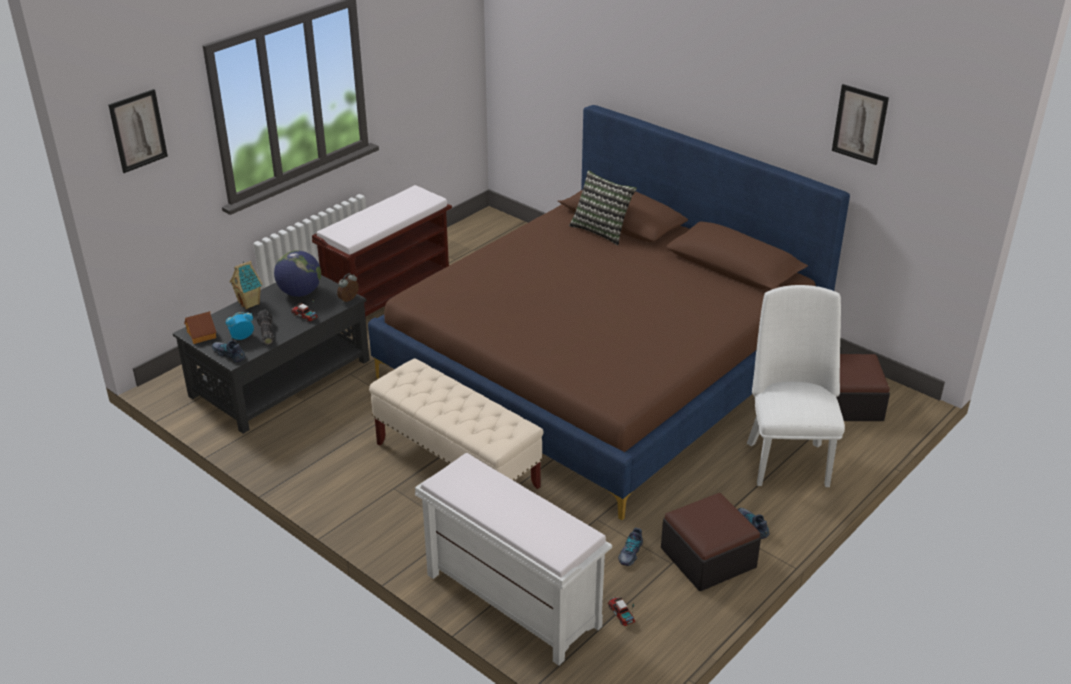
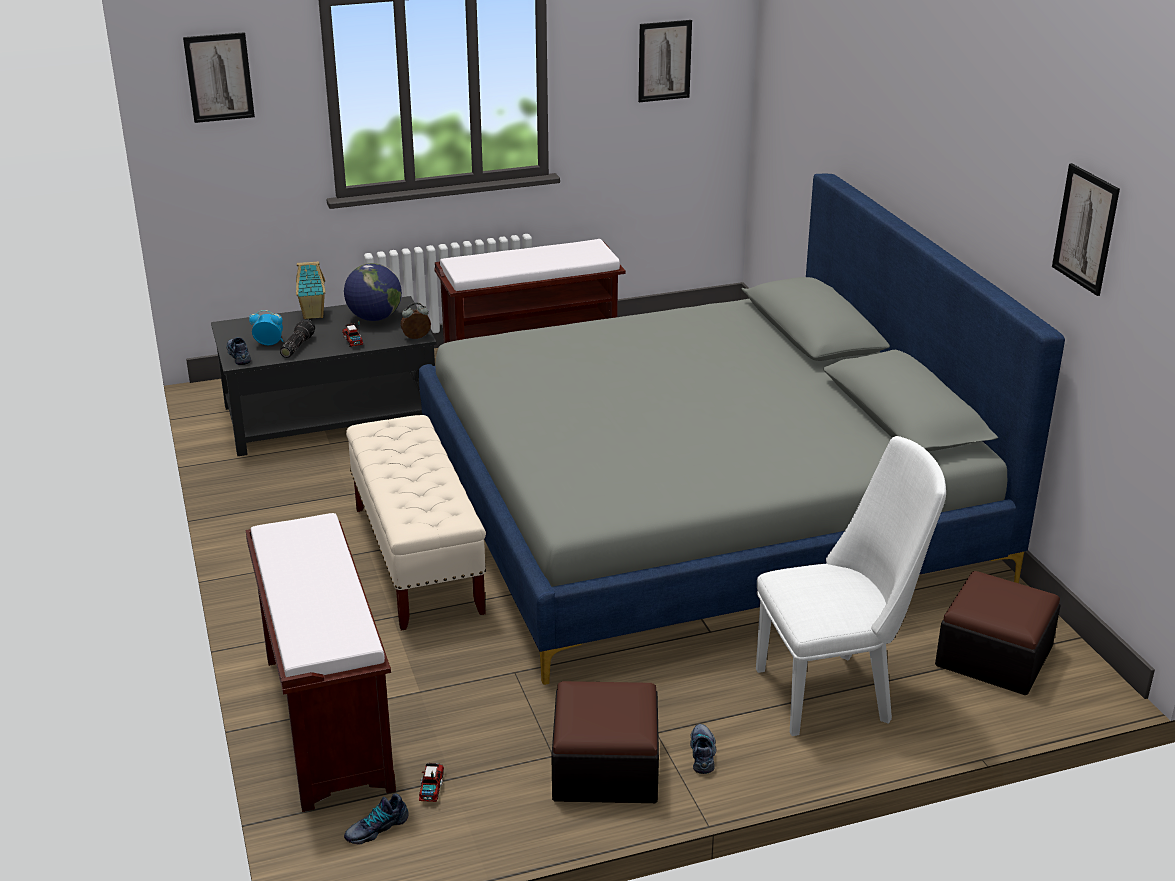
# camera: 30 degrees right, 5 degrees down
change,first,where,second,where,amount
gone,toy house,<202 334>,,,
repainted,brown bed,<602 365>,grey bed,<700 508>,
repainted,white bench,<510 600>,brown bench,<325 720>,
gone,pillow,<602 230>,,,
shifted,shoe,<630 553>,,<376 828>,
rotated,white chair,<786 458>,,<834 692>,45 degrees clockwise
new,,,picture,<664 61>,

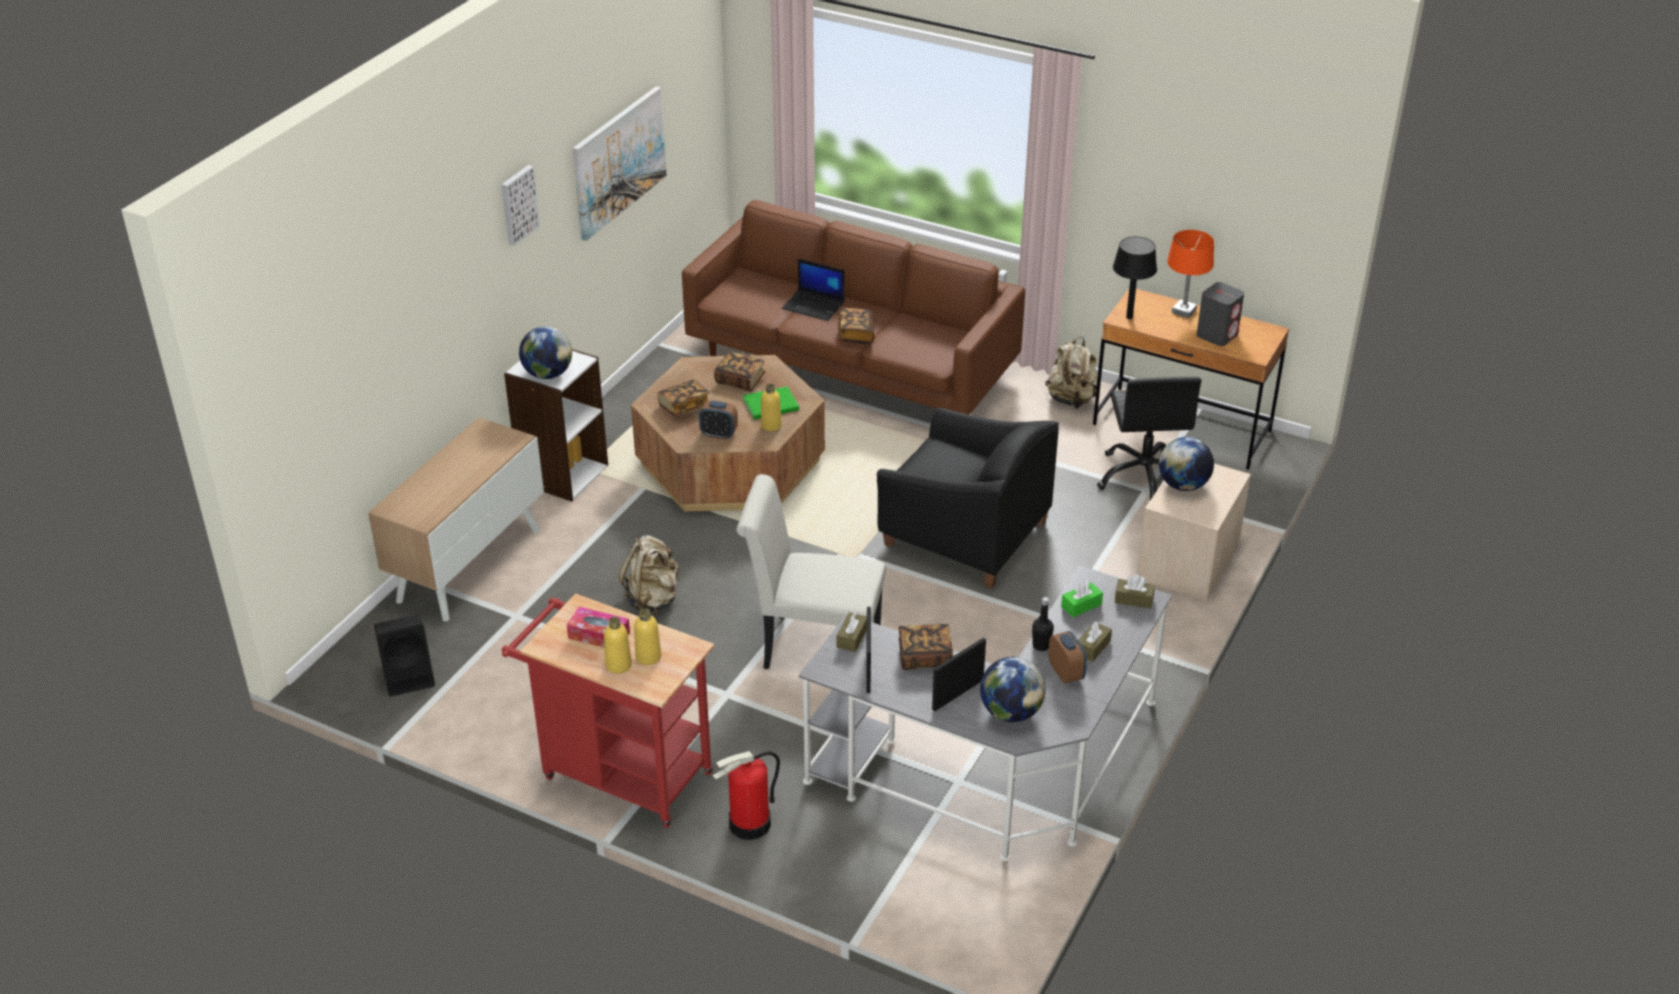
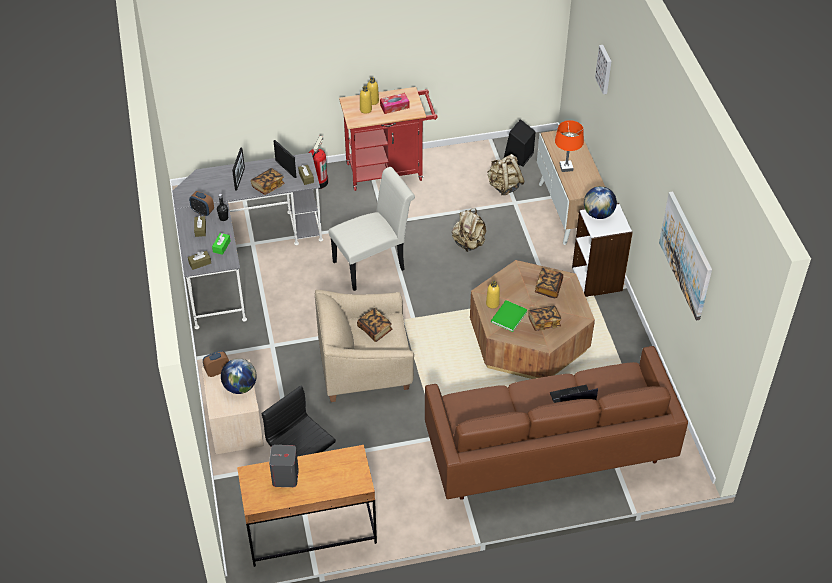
# camera: 140 degrees right, 10 degrees up
change,first,where,second,where,amount
shifted,picture,<518 204>,,<605 69>,
shifted,alarm clock,<719 434>,,<217 371>,
shifted,book,<856 334>,,<375 330>,
repainted,black armchair,<963 536>,beige armchair,<365 367>,
gone,globe,<1011 712>,,,
shifted,beige backpack,<1071 400>,,<504 186>,
gone,black table lamp,<1129 317>,,,
shifted,orange table lamp,<1183 311>,,<566 167>,

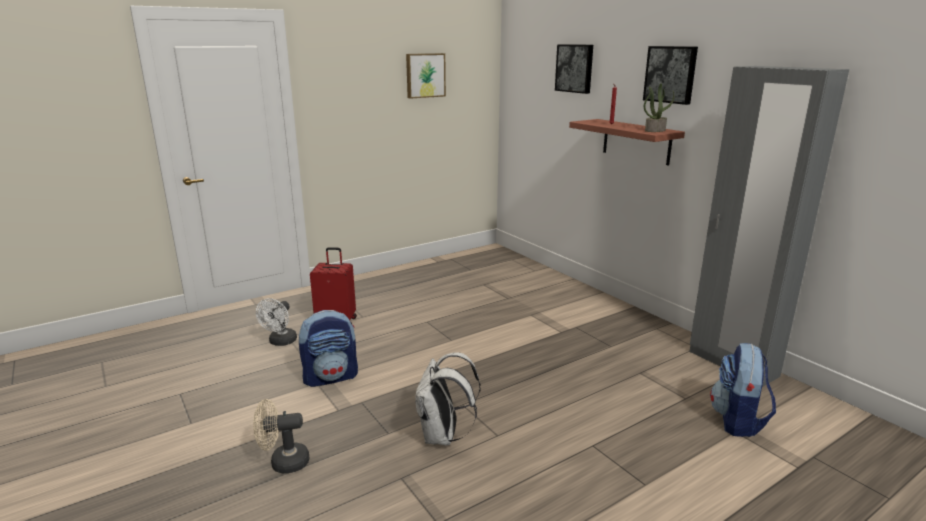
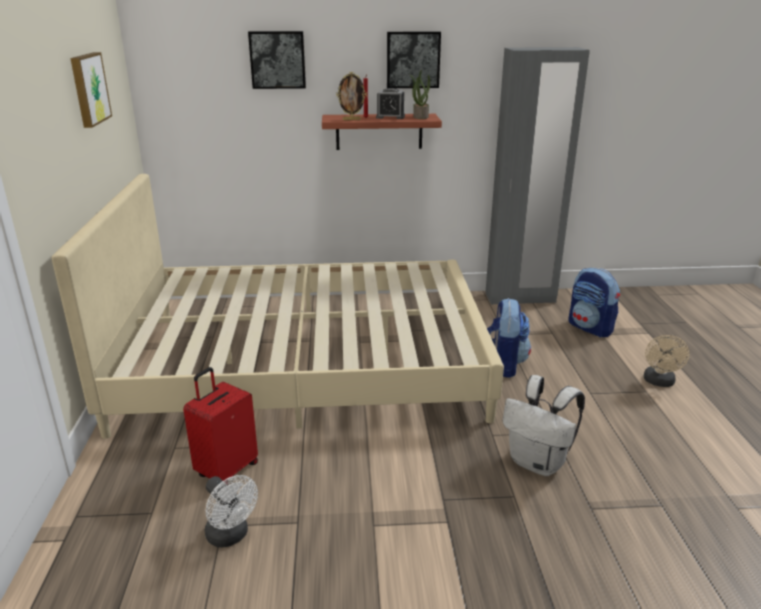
# camera: 60 degrees left, 5 degrees up
change,first,where,second,where,amount
shifted,beige fan,<283 462>,,<659 382>,
shifted,backpack,<331 377>,,<503 364>,
new,,,beige bed,<304 362>,
new,,,picture frame,<351 120>,
new,,,alarm clock,<390 117>,

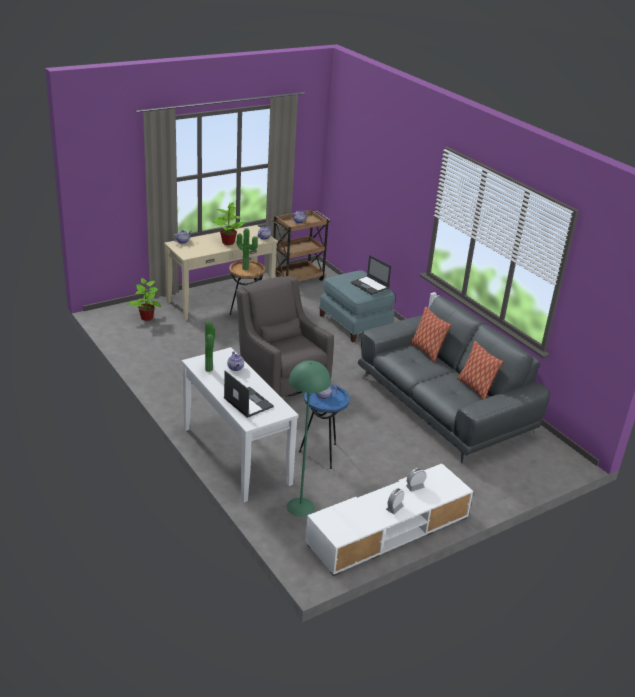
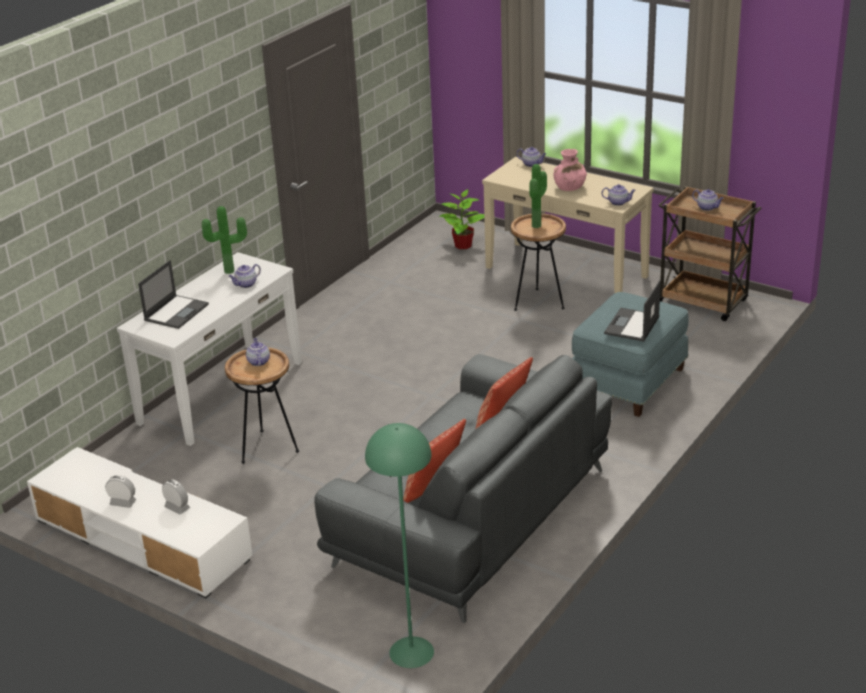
# camera: 70 degrees right, 0 degrees up
change,first,where,second,where,amount
swapped,potted plant,<228 242>,pink vase,<569 187>,
gone,grey armchair,<280 378>,,,
shifted,green floor lamp,<301 507>,,<411 652>,
repainted,blue side table,<321 454>,brown side table,<267 448>,

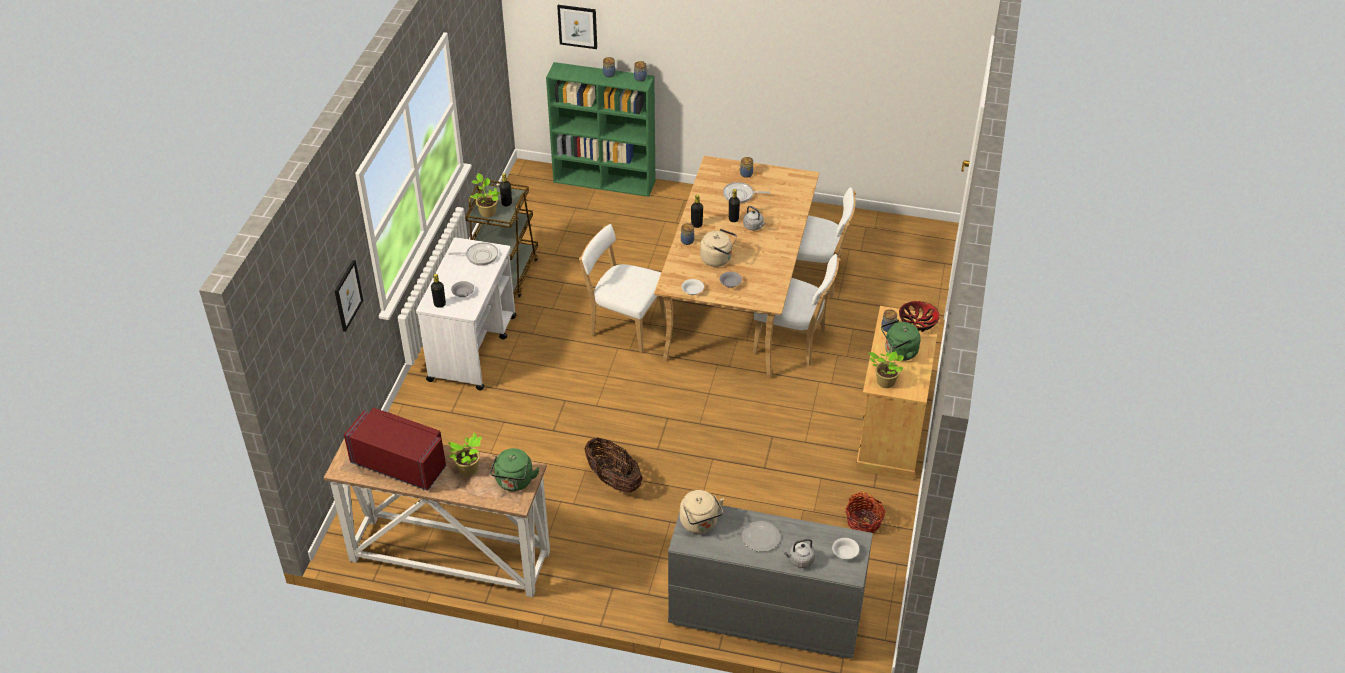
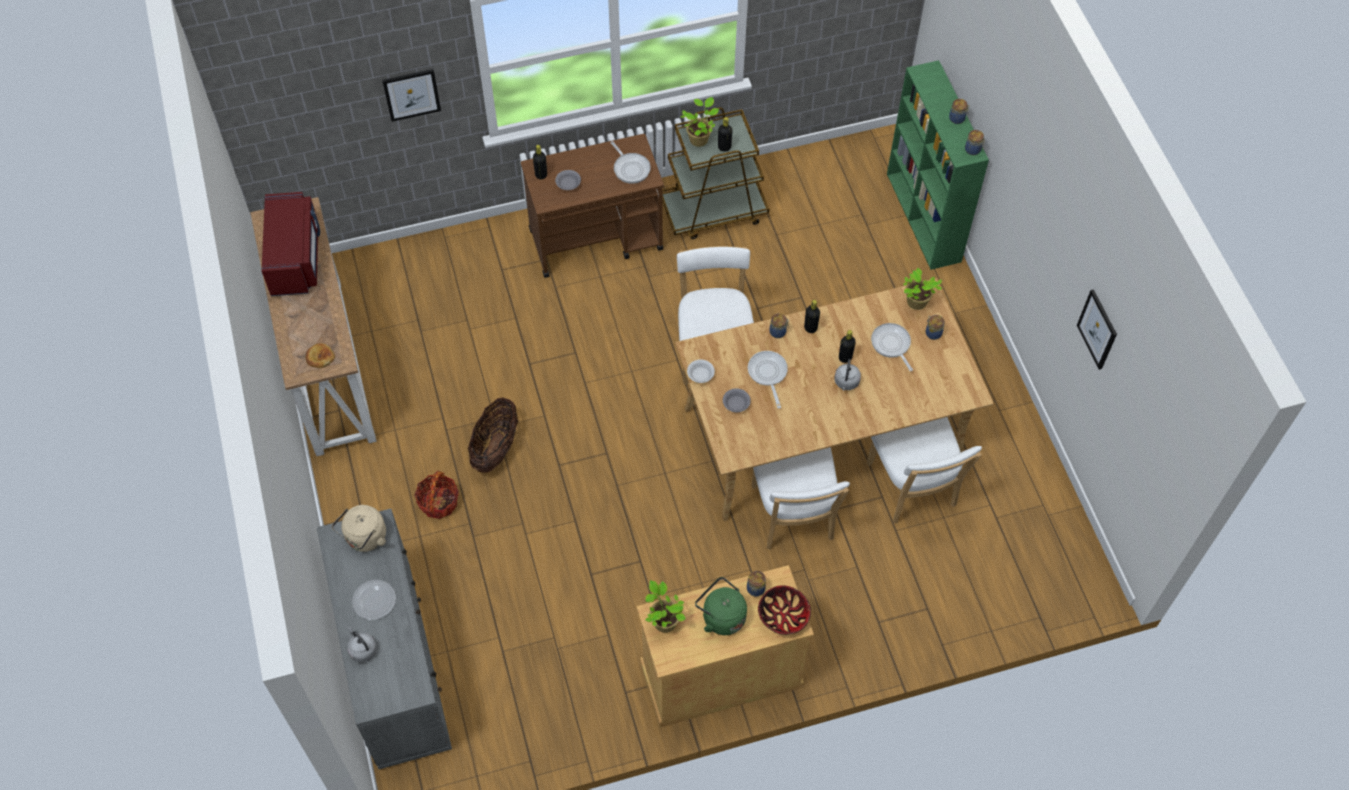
# camera: 60 degrees right, 15 degrees up
change,first,where,second,where,amount
repainted,white cart,<473 347>,brown cart,<597 239>,
shifted,potted plant,<469 469>,,<916 303>,
swapped,green kettle,<514 482>,bread,<320 357>,
shifted,picture,<577 26>,,<1097 329>,
swapped,beige kettle,<718 259>,frying pan,<768 374>,
gone,white bowl,<845 553>,,,
shifted,basket,<864 521>,,<438 502>,

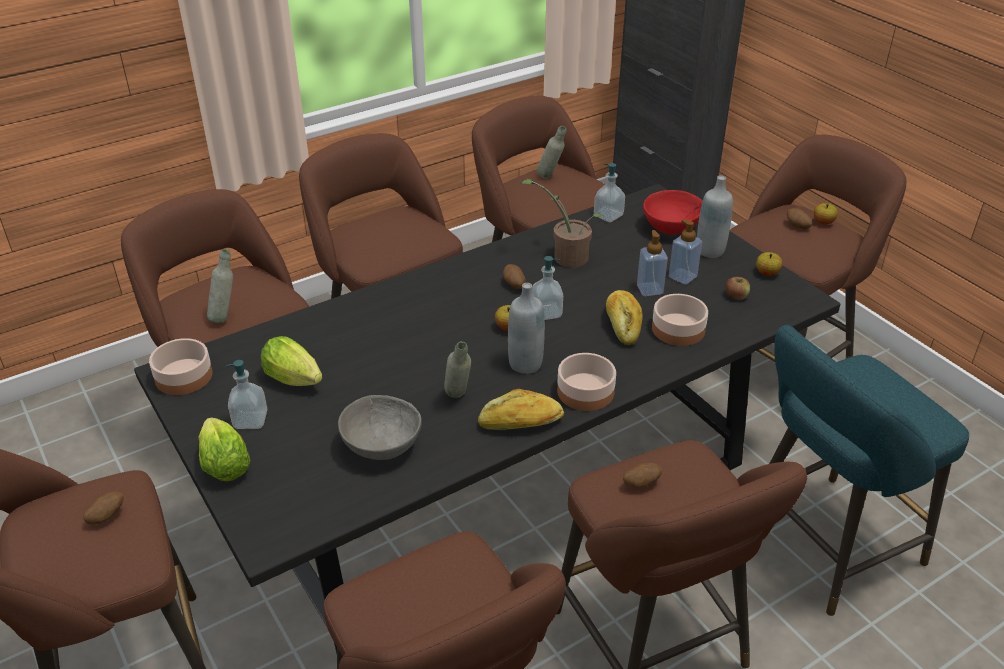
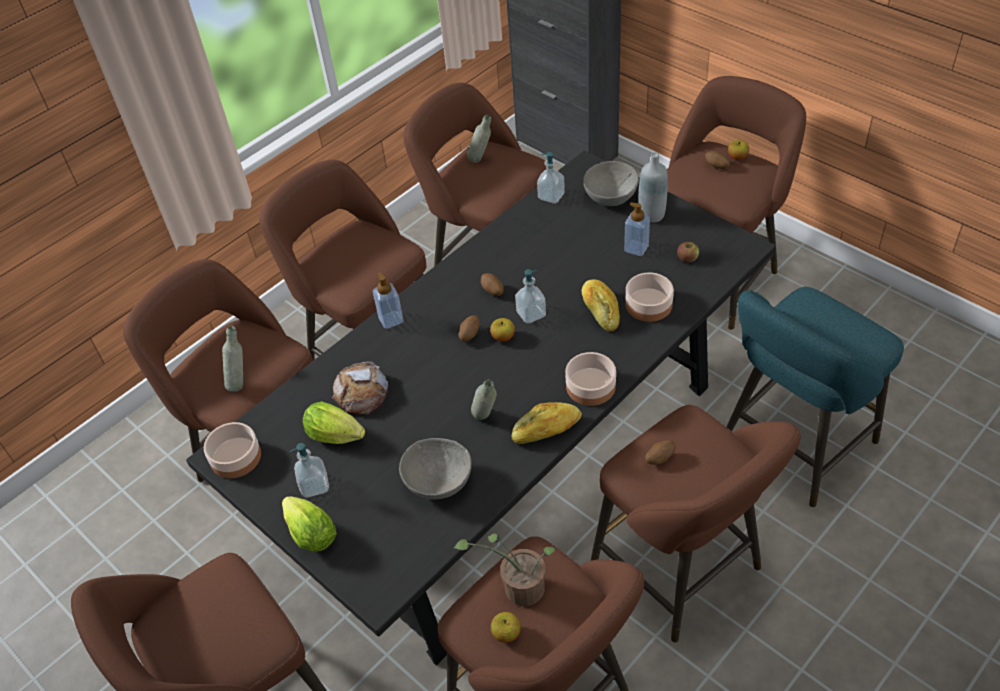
# camera: 10 degrees left, 10 degrees up
change,first,where,second,where,amount
shifted,potato,<107 516>,,<469 335>,
gone,grey bottle,<525 364>,,,
shifted,potted plant,<565 256>,,<518 587>,
shifted,soap dispenser,<649 289>,,<391 320>,
repainted,red bowl,<671 227>,grey bowl,<611 197>,
shifted,apple,<767 273>,,<506 633>,
new,,,bread,<361 393>,

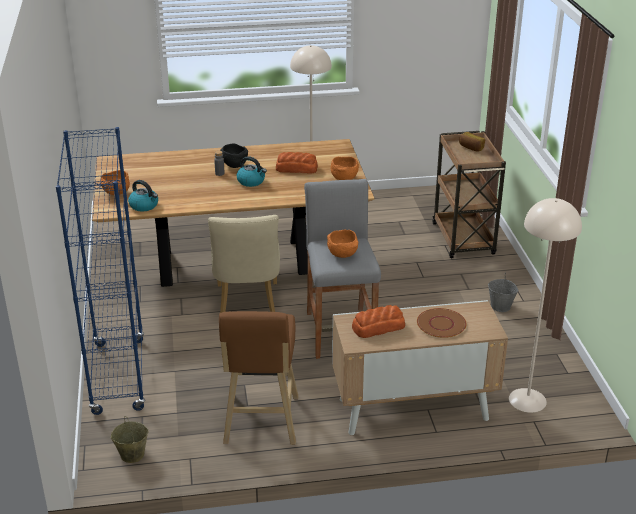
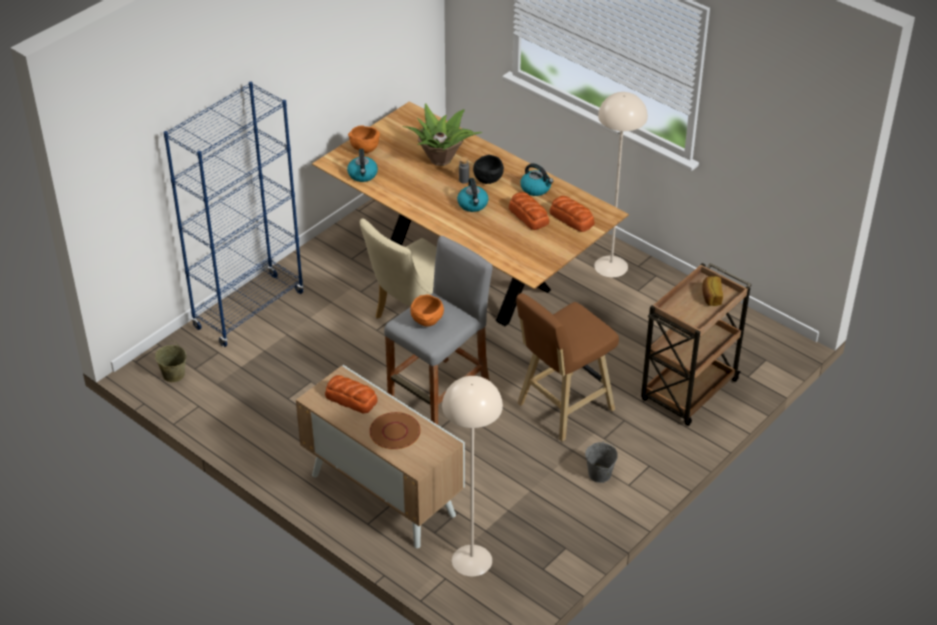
# camera: 50 degrees right, 10 degrees up
change,first,where,second,where,amount
shifted,brown stool,<261 423>,,<562 409>,
gone,orange bowl,<344 178>,,,
new,,,potted plant,<441 159>,
new,,,kettle,<536 189>,
new,,,bread,<572 219>,

